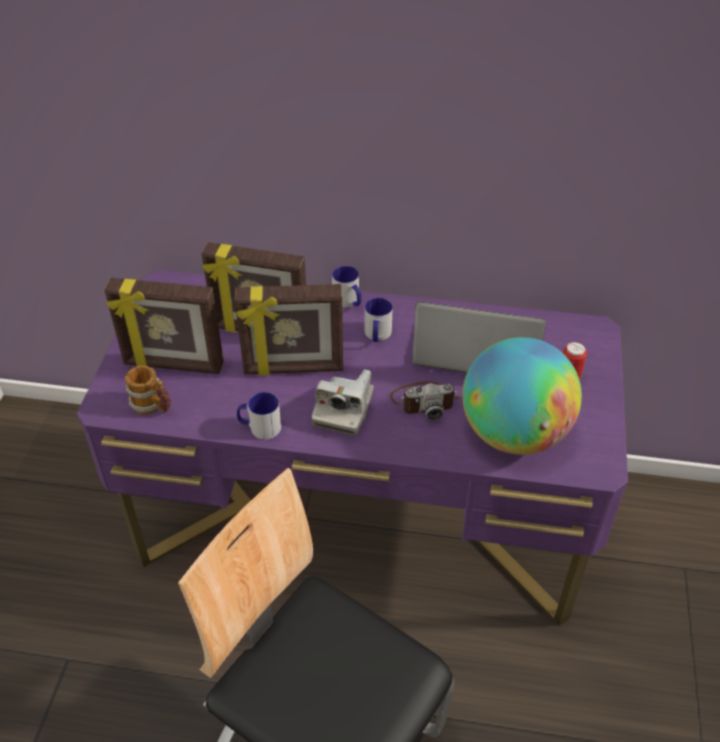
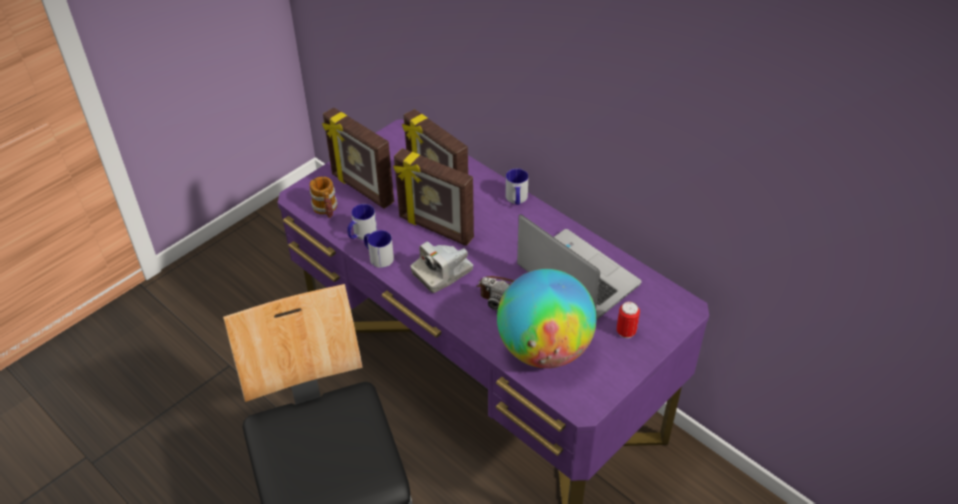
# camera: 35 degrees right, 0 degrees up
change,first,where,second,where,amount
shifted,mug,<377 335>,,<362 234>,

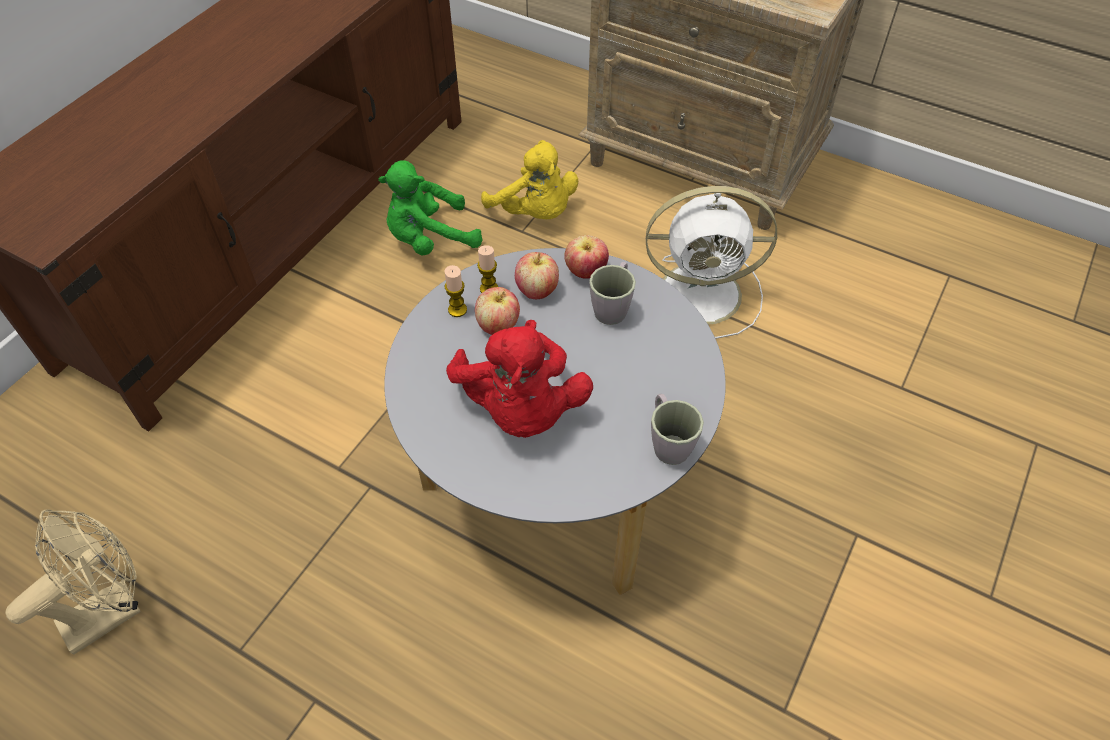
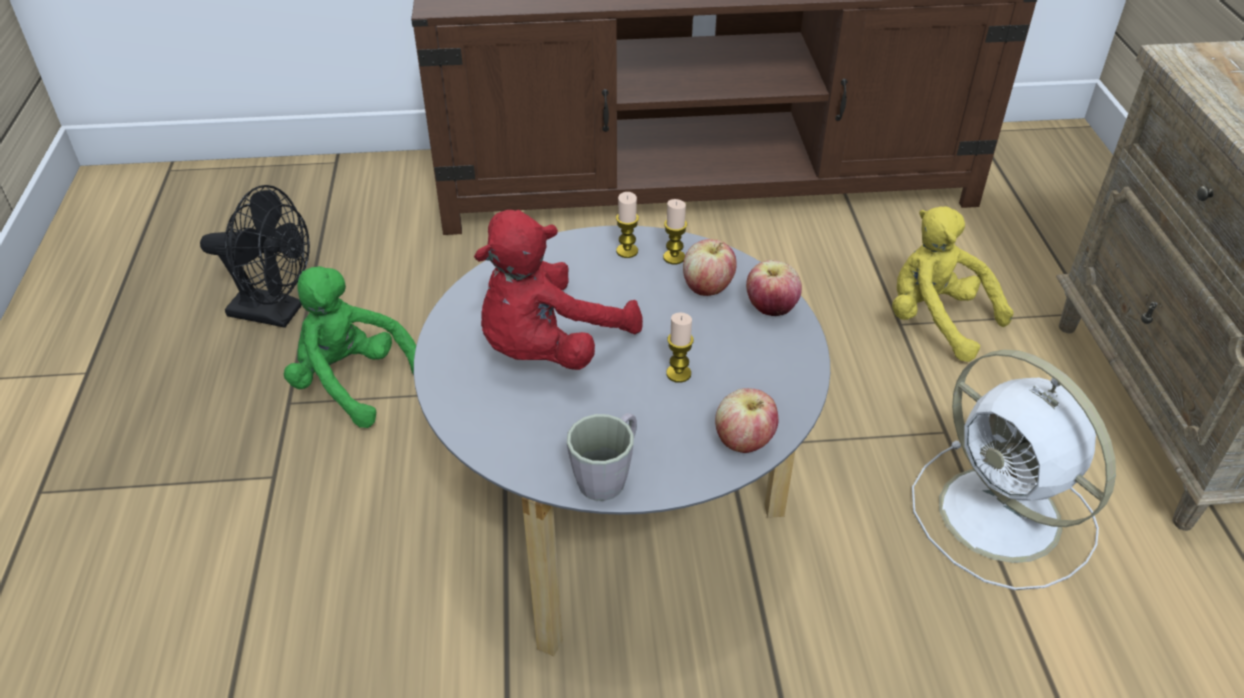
# camera: 55 degrees right, 10 degrees down
change,first,where,second,where,amount
repainted,beige fan,<112 609>,black fan,<276 312>,
shifted,green plush toy,<429 239>,,<353 383>,
shifted,apple,<498 326>,,<743 442>,
rotated,yellow plush toy,<535 213>,,<935 320>,120 degrees clockwise
gone,grey mug,<613 306>,,,
new,,,candle,<678 373>,

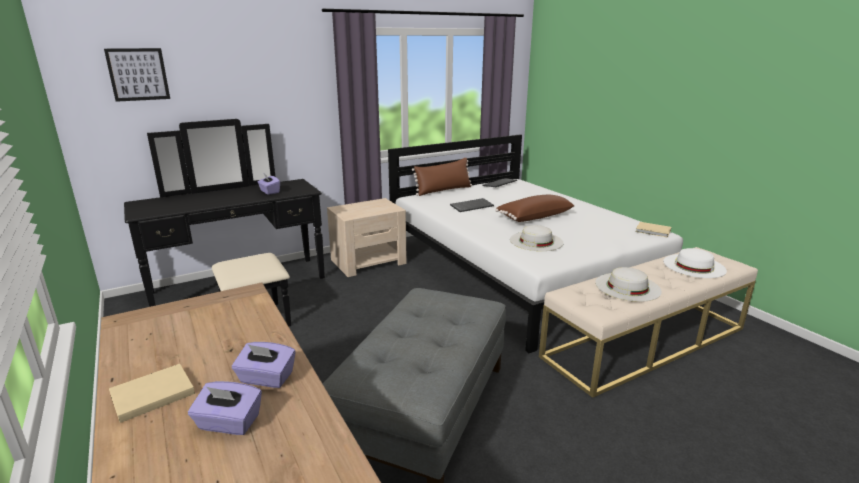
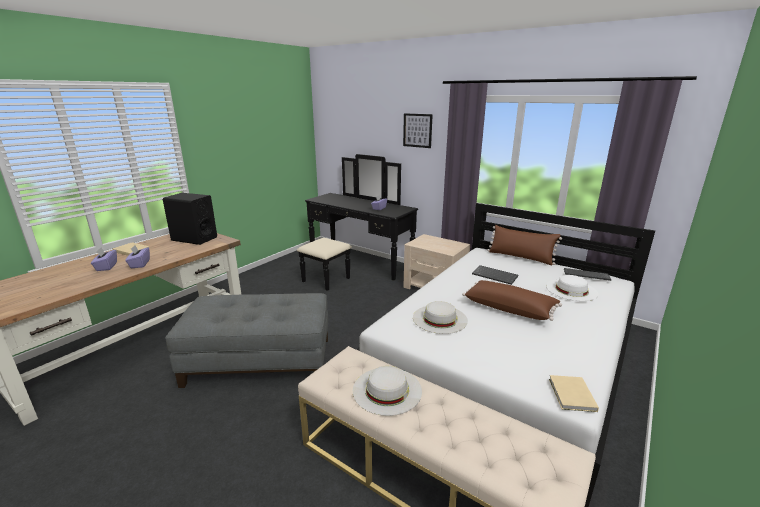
# camera: 65 degrees right, 0 degrees up
change,first,where,second,where,amount
shifted,picture,<138 74>,,<417 130>,
shifted,white hat,<694 266>,,<571 290>,
new,,,black speaker,<194 239>,

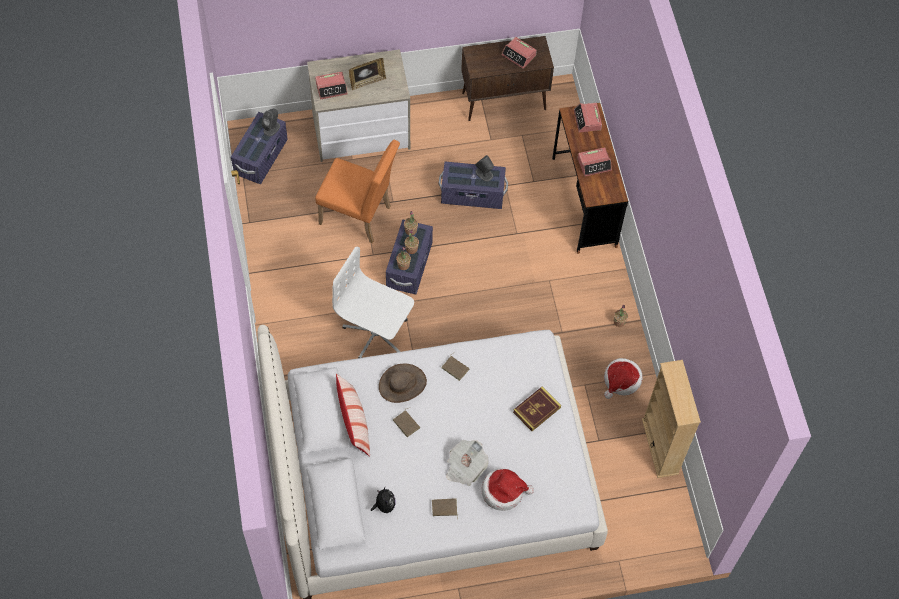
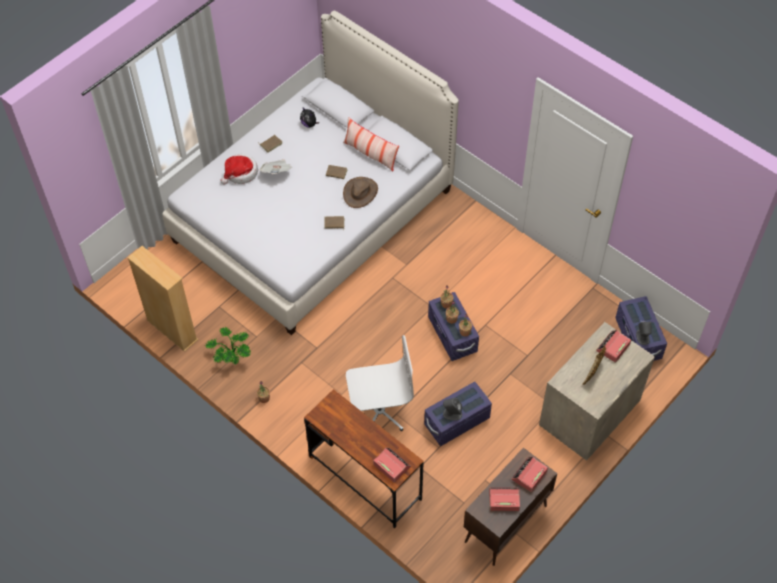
# camera: 145 degrees right, 5 degrees down
change,first,where,second,where,amount
gone,orange chair,<360 217>,,,
shifted,white office chair,<376 333>,,<379 411>,
gone,book,<536 410>,,,
shifted,alarm clock,<594 164>,,<529 475>,
swapped,hat,<621 380>,potted plant,<231 356>,

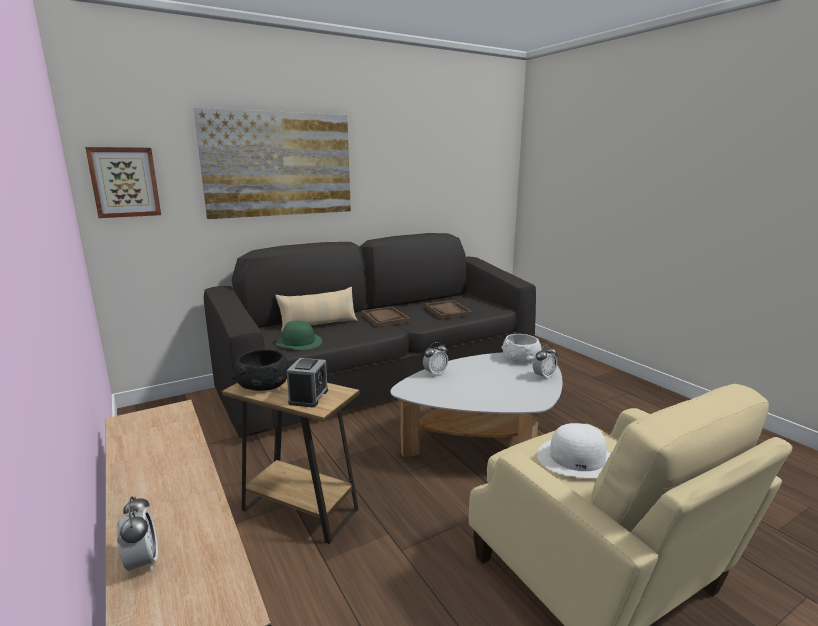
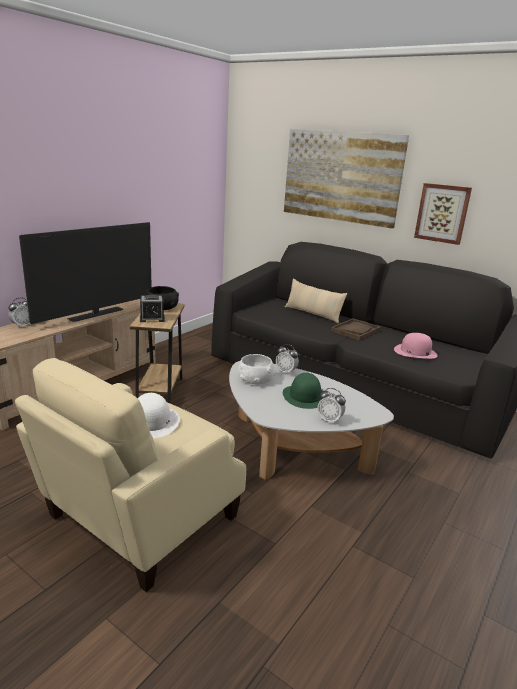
# camera: 65 degrees right, 5 degrees up
change,first,where,second,where,amount
shifted,picture,<124 182>,,<442 213>,
shifted,green hat,<299 342>,,<305 396>,
swapped,brown tray,<448 311>,pink hat,<415 352>,
shifted,white bowl,<521 358>,,<256 379>,
new,,,television,<96 314>,

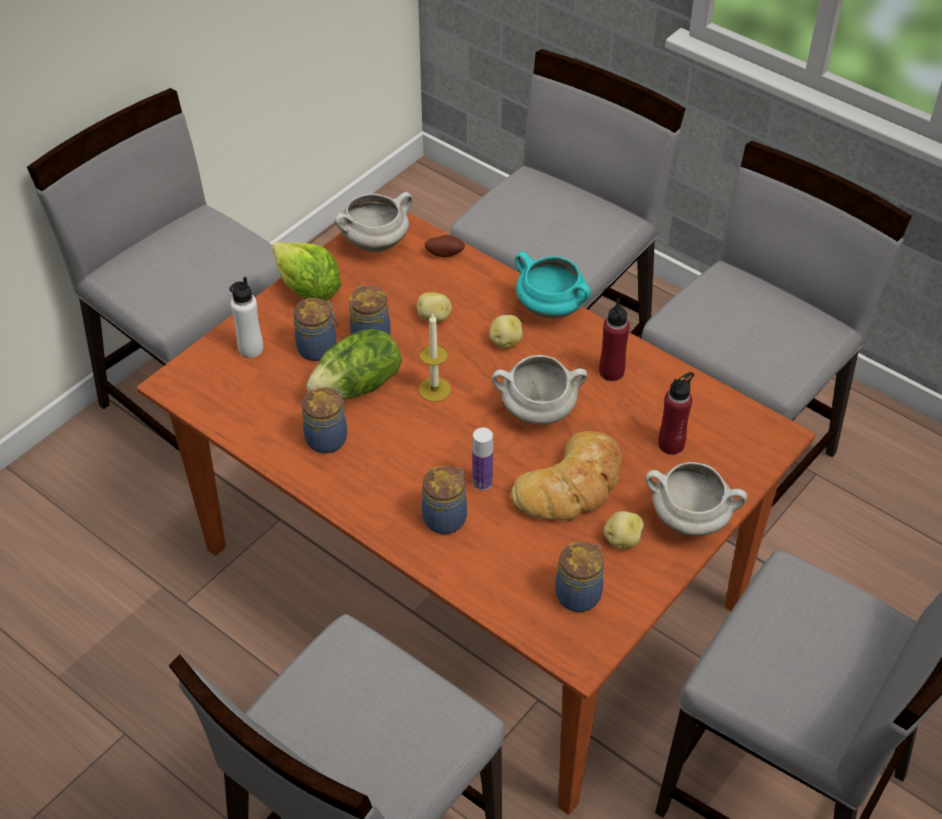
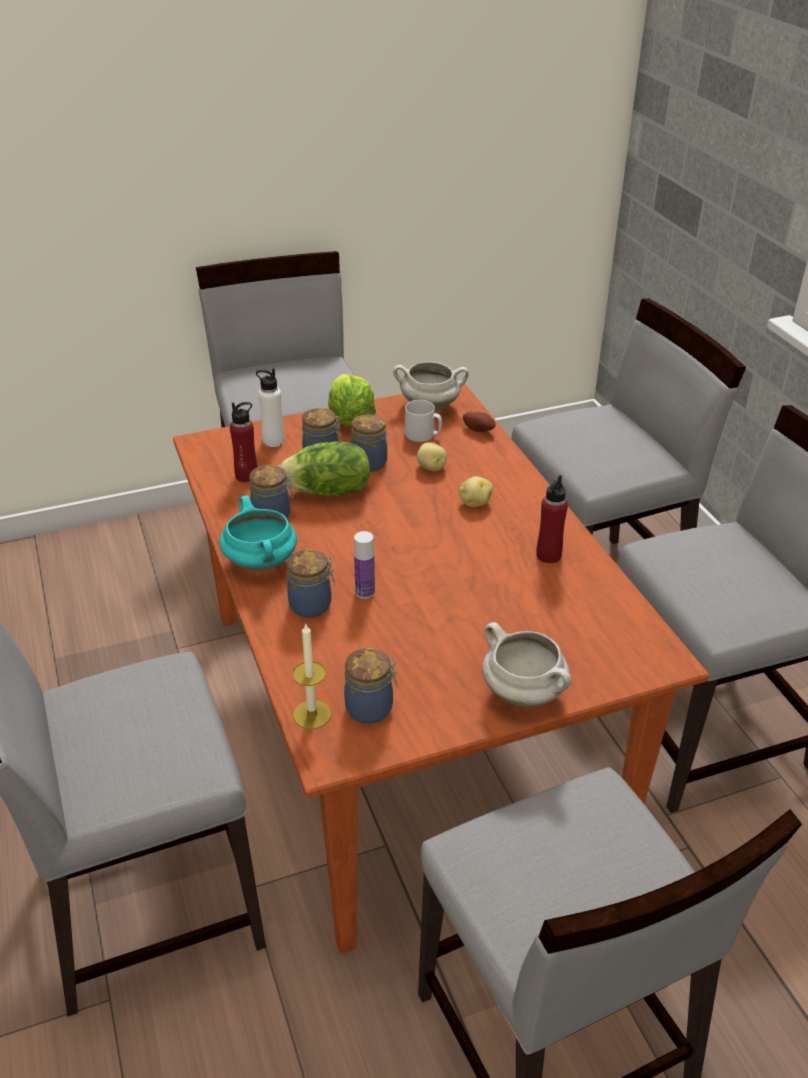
# camera: 30 degrees right, 10 degrees down
change,first,where,second,where,amount
shifted,candle,<434 389>,,<312 714>,
gone,white cooking pot,<537 411>,,,
gone,bread,<572 485>,,,
shifted,turquoise cooking pot,<552 308>,,<262 563>,
gone,potato,<622 539>,,,
shifted,red bottle,<671 444>,,<247 476>,
new,,,grey mug,<423 435>,

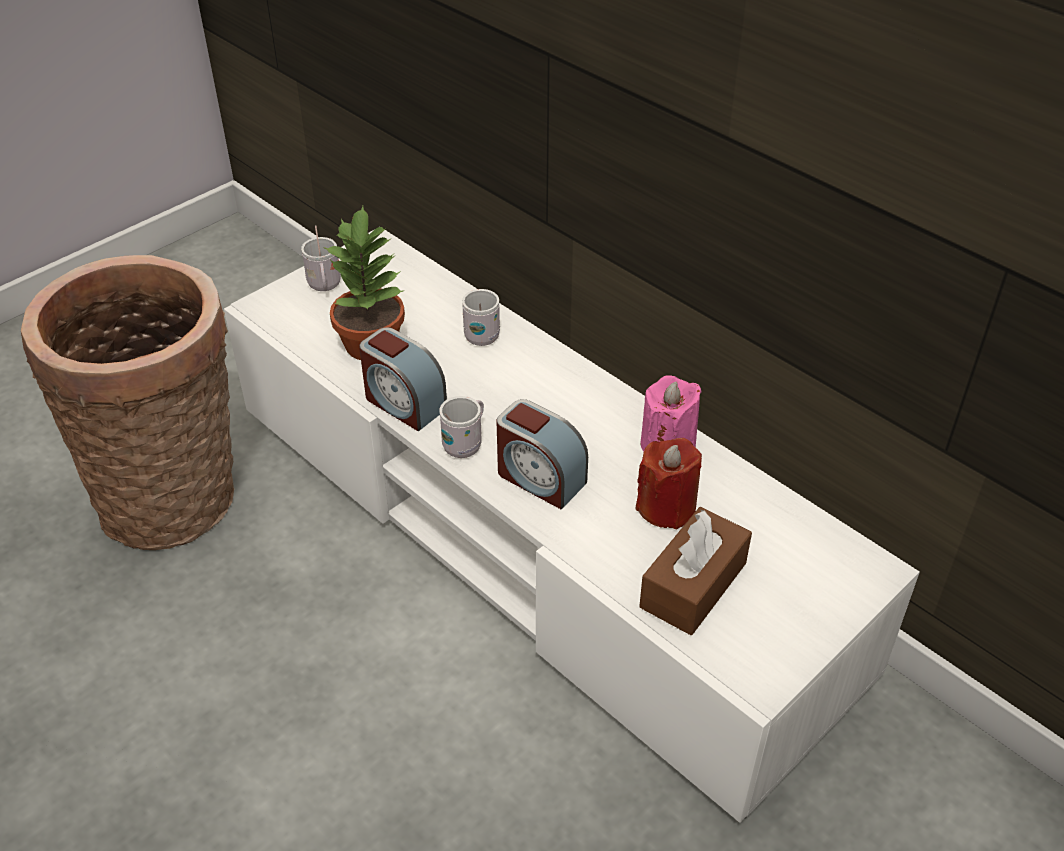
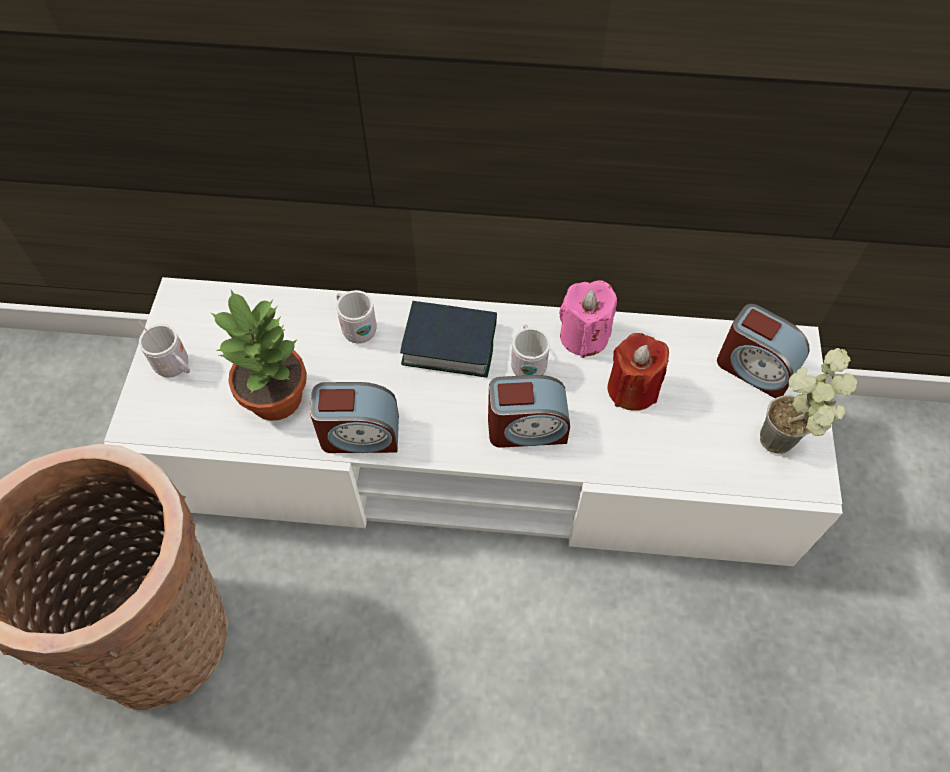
# camera: 40 degrees left, 15 degrees up
change,first,where,second,where,amount
shifted,white mug,<466 443>,,<527 364>,
gone,brown tissue box,<693 585>,,,
new,,,book,<449 344>,
new,,,alarm clock,<754 368>,
new,,,potted plant,<784 447>,

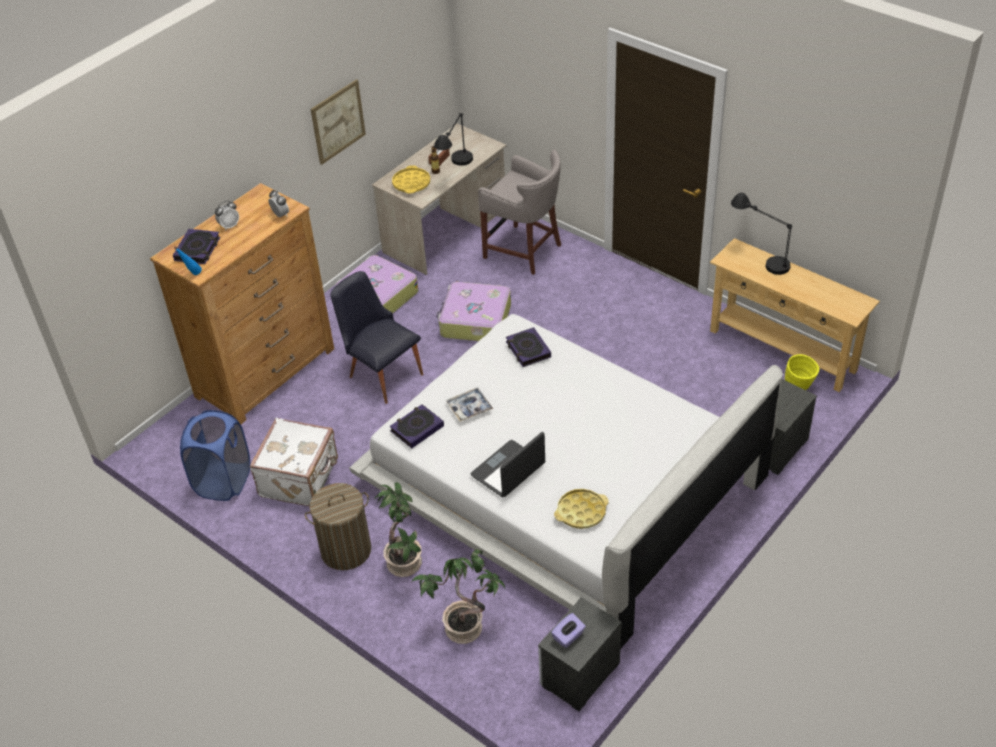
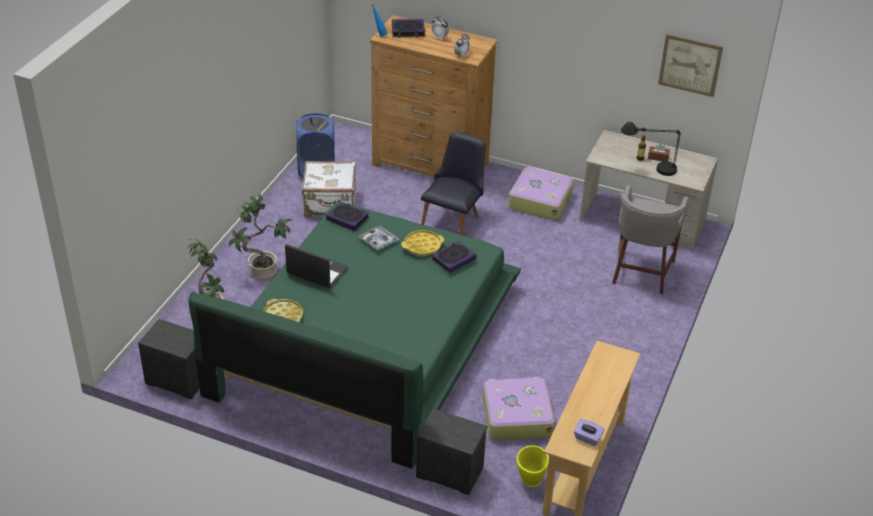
# camera: 70 degrees right, 5 degrees down
change,first,where,second,where,amount
gone,laundry basket,<346 550>,,,
shifted,picture,<338 121>,,<690 65>,
repainted,white bed,<562 482>,green bed,<366 340>,
shifted,yellow tray,<411 183>,,<422 246>,
shifted,suitcase,<475 321>,,<516 416>,
shifted,purple tissue box,<568 637>,,<587 438>,
gone,black table lamp,<759 257>,,,

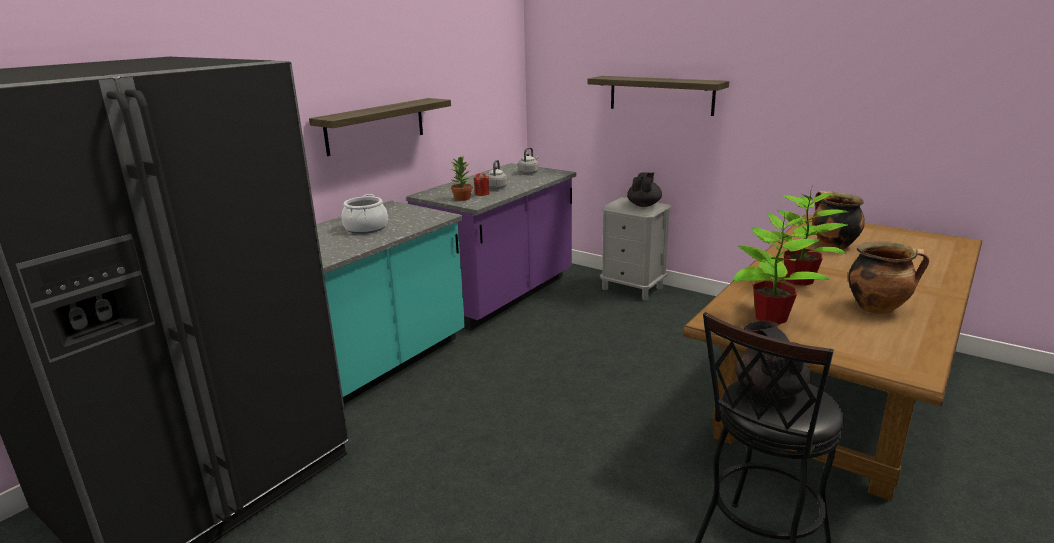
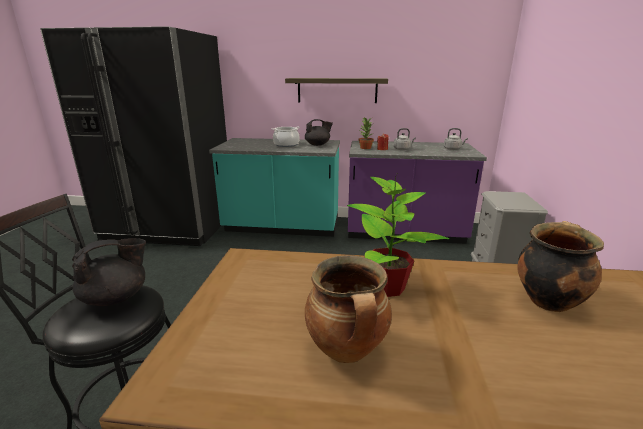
# camera: 60 degrees right, 0 degrees up
change,first,where,second,where,amount
gone,shelf,<661 95>,,,
shifted,black teapot,<644 205>,,<318 145>,
gone,potted plant,<769 317>,,,

